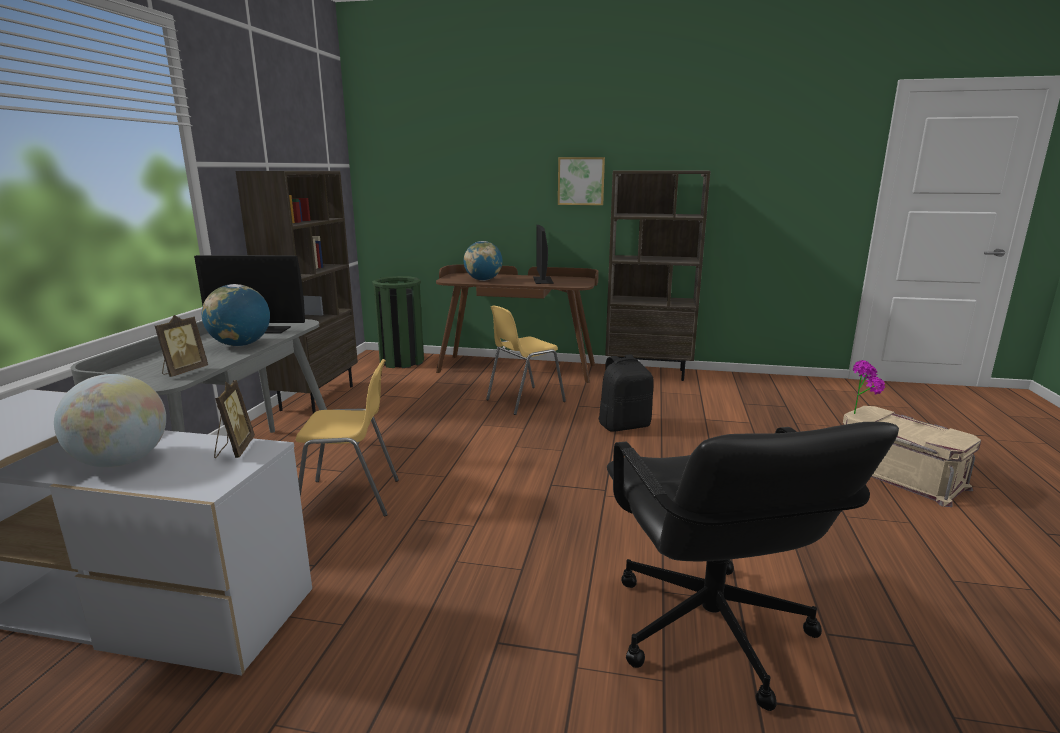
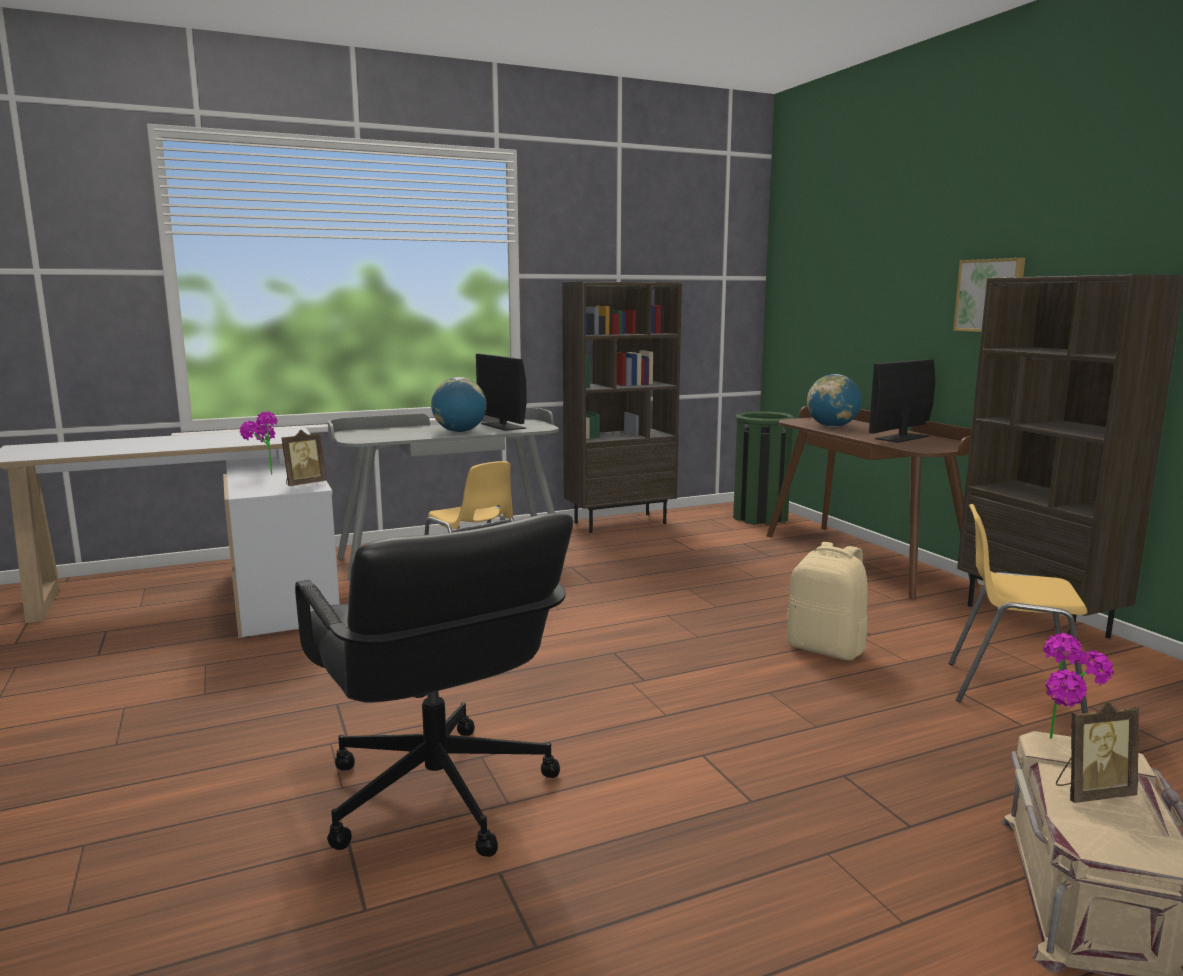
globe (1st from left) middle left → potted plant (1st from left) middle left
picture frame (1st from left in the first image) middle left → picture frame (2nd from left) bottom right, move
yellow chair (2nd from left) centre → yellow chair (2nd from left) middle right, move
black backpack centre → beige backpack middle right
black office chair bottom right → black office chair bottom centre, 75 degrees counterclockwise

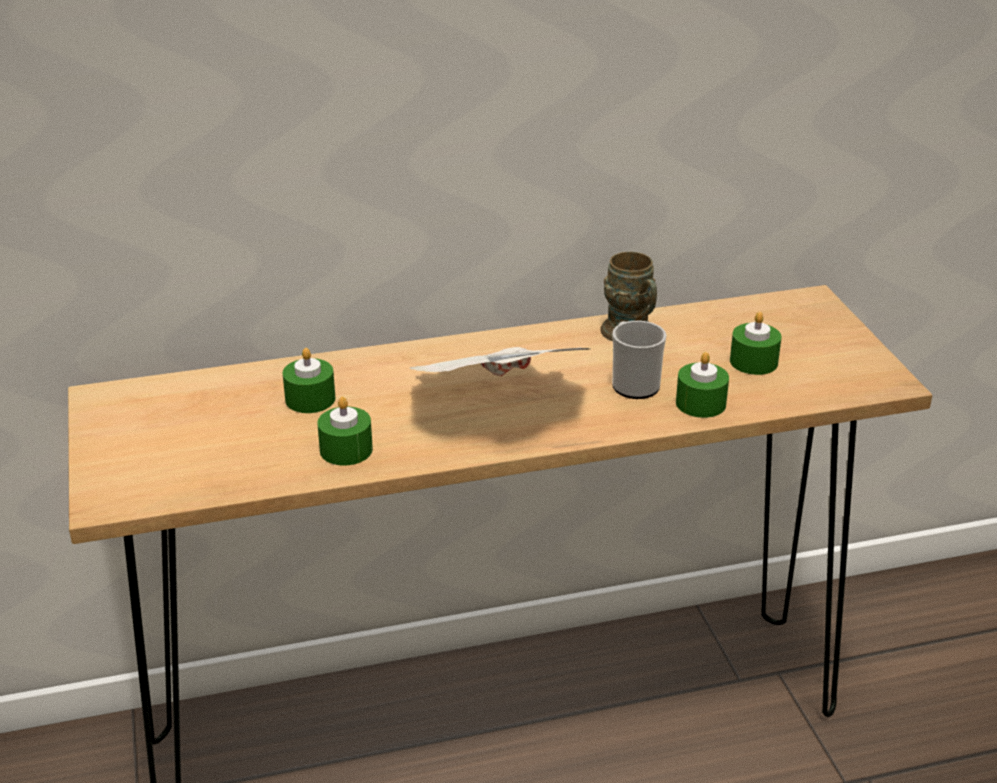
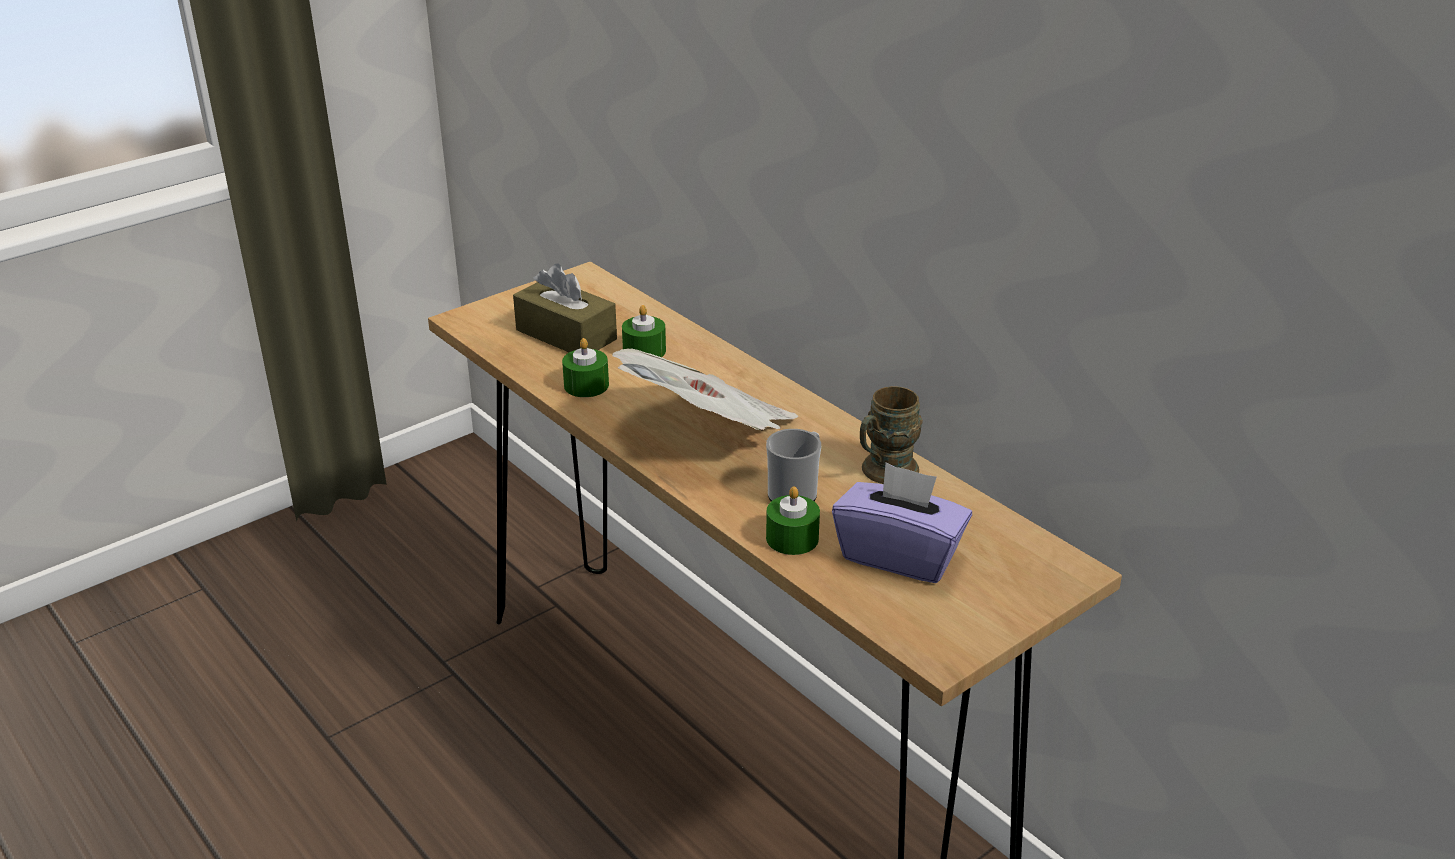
green candle (4th from left) middle right → purple tissue box centre
- → brown tissue box centre

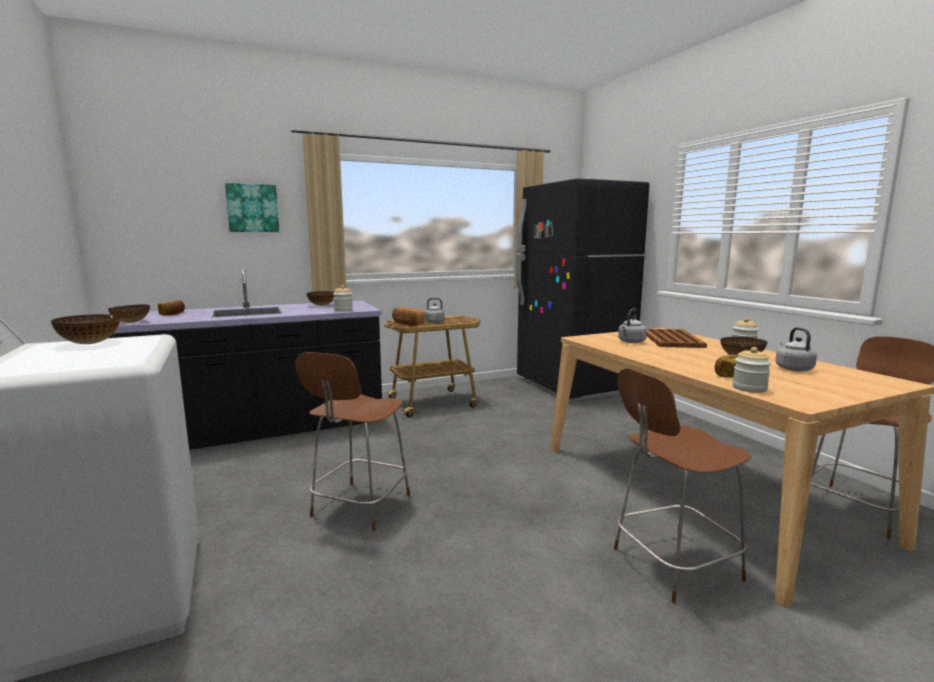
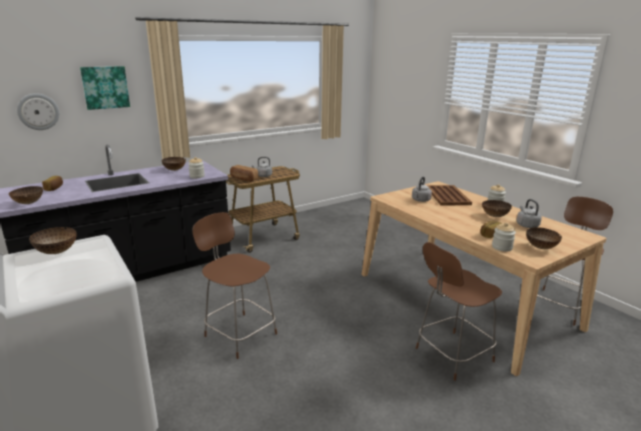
brown chair (1st from left) centre, 120 degrees clockwise
black fridge centre → -
- → wall clock top left
- → bowl (5th from left) middle right

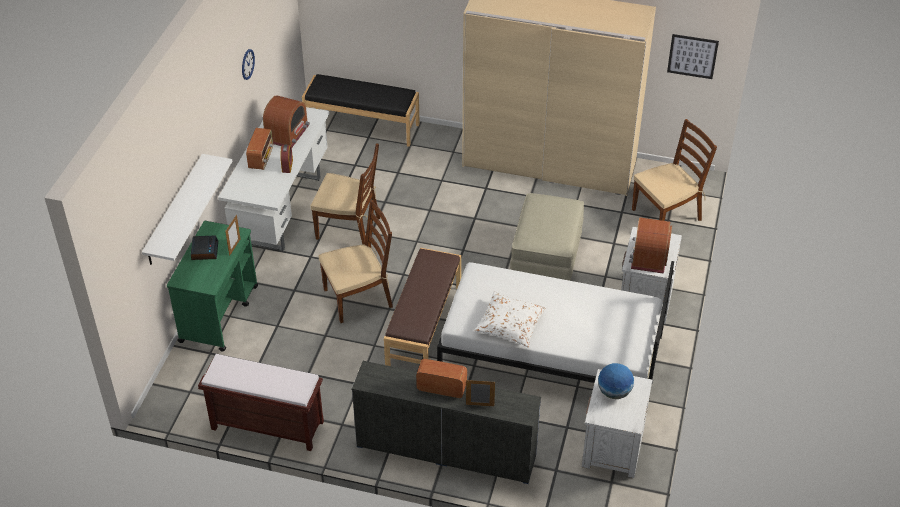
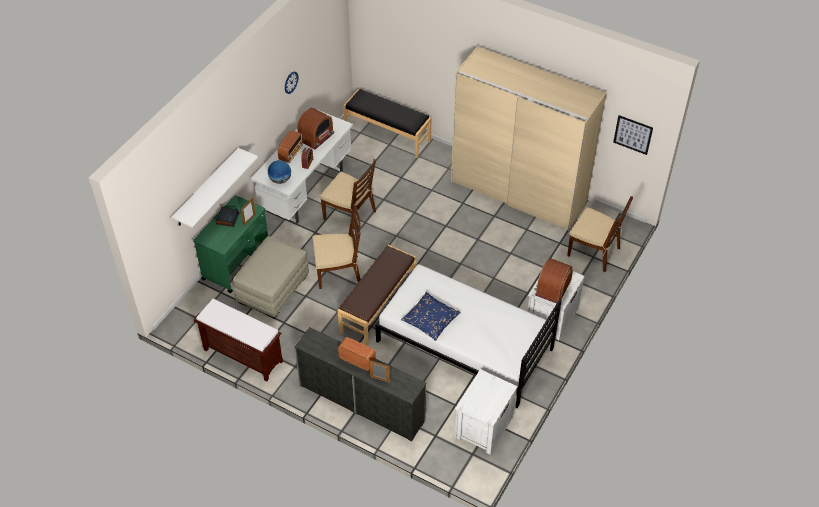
white pillow centre → blue pillow centre
beige ottoman centre → beige ottoman middle left, move
globe bottom right → globe centre, move
brown chair (3rd from left) middle right, 45 degrees clockwise

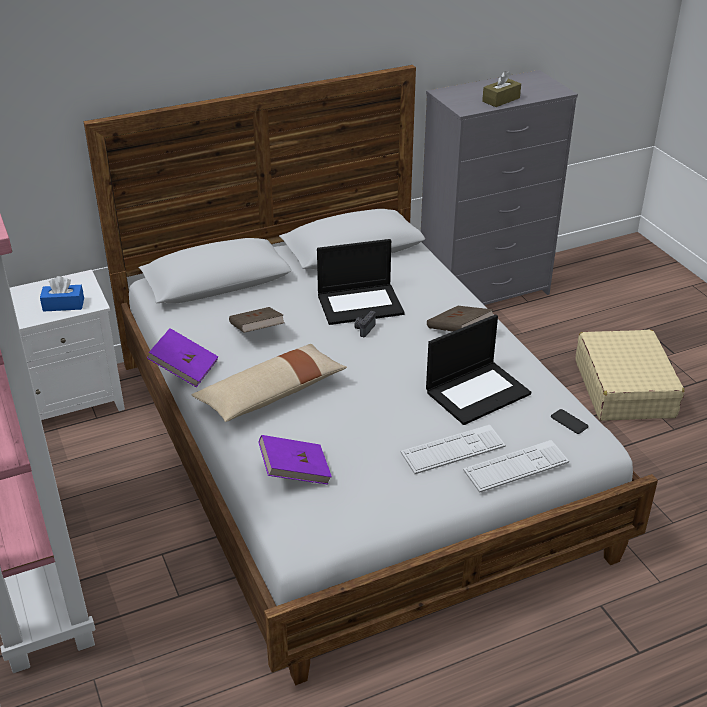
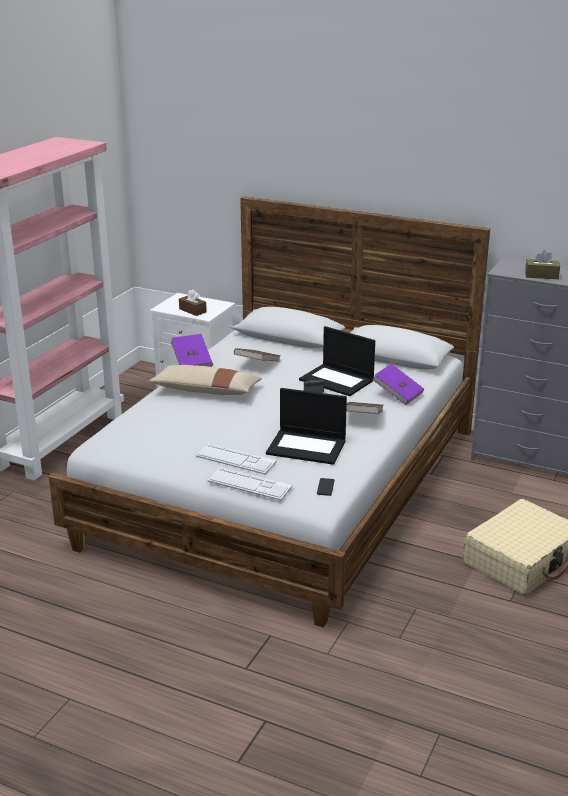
blue tissue box middle left → brown tissue box (1st from left) centre
purple book (2nd from left) centre → purple book (2nd from left) middle right, move

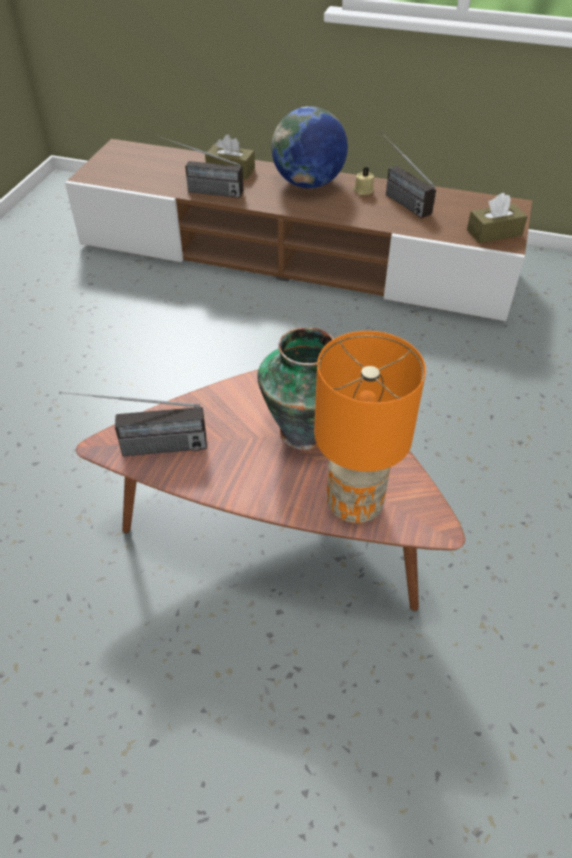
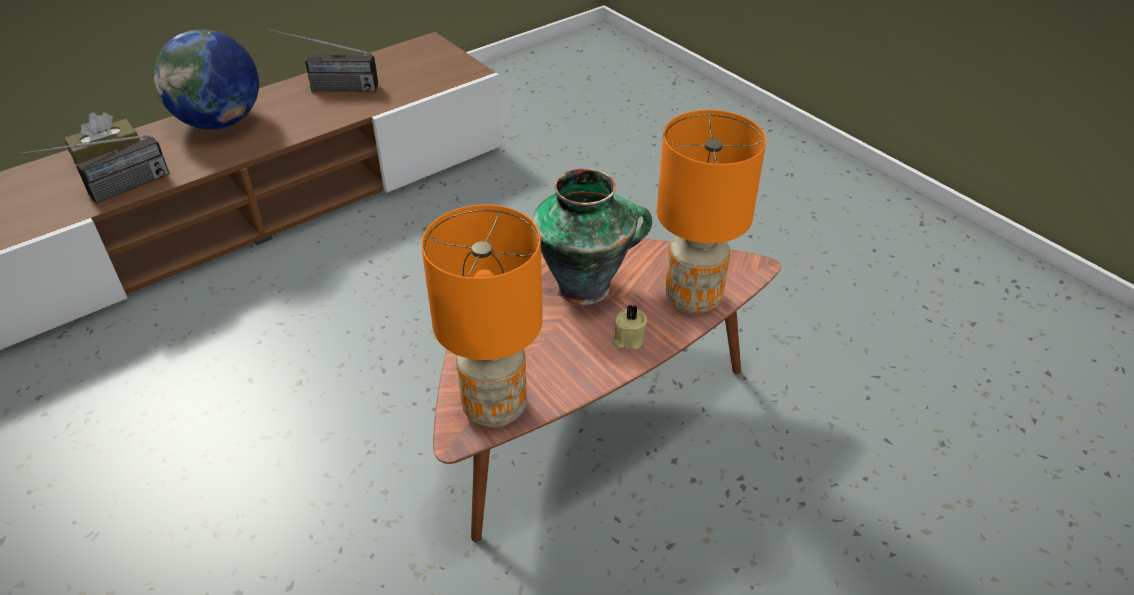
radio (1st from left) middle left → orange table lamp (1st from left) centre
beige candle top centre → beige candle centre, move
brown tissue box (2nd from left) top right → -

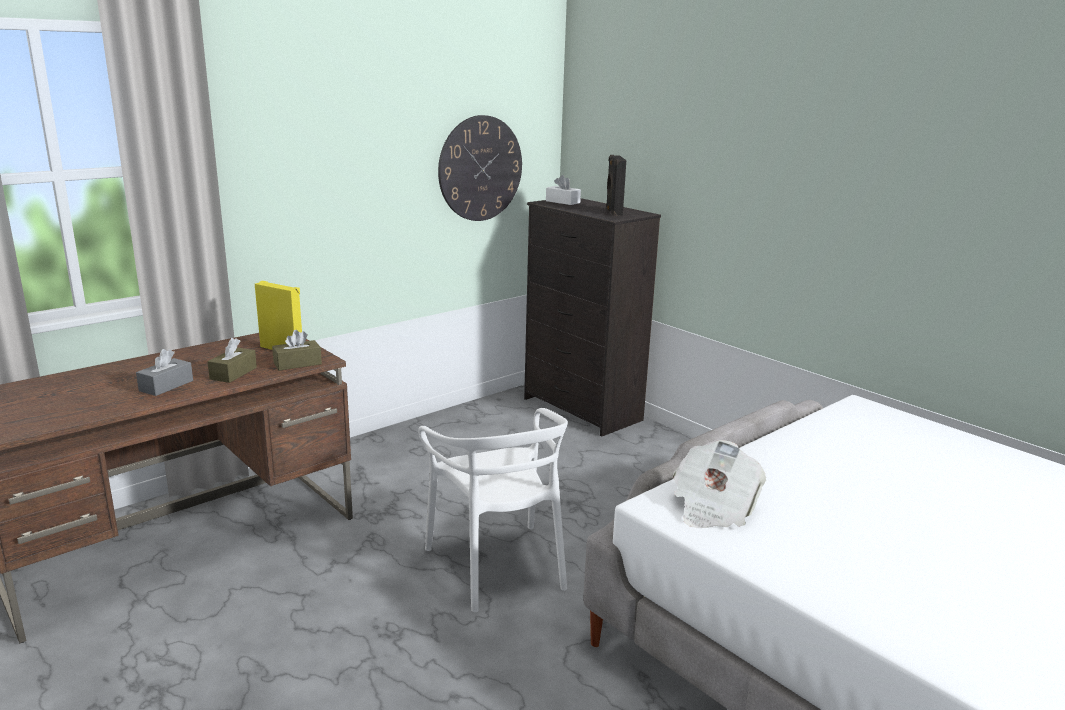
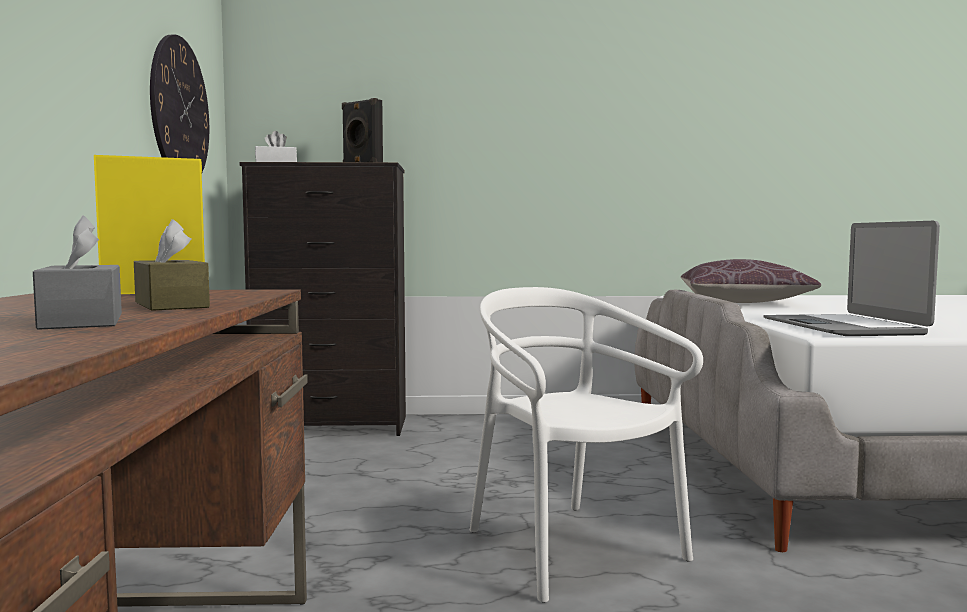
brown tissue box (2nd from left) middle left → -
white chair bottom centre, 135 degrees counterclockwise
newspaper bottom right → laptop middle right
- → brown pillow middle right

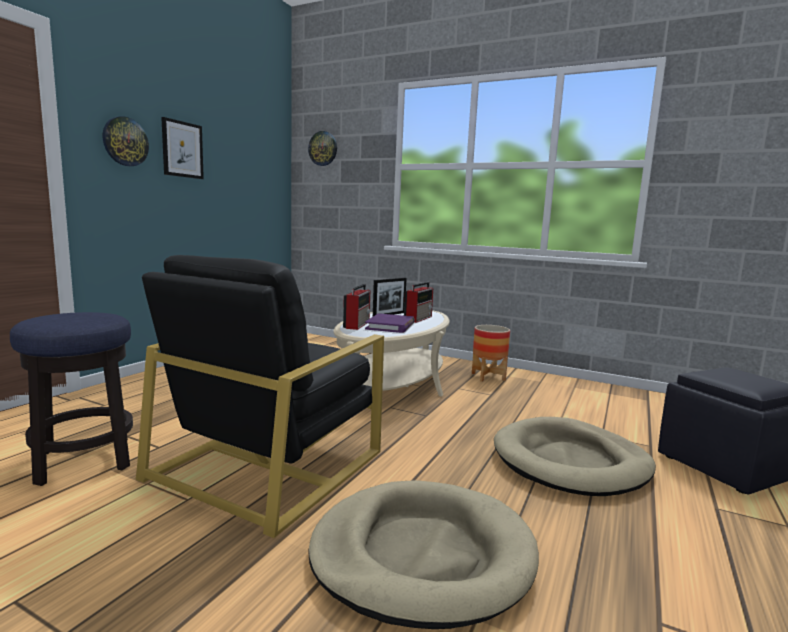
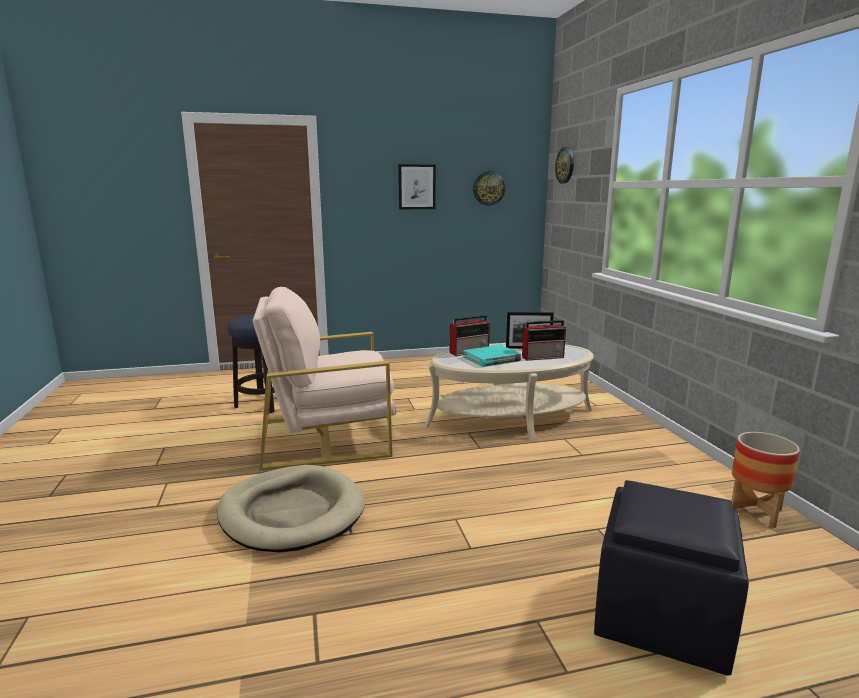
wall clock (1st from left) top left → wall clock (1st from left) top centre, move
black armchair middle left → beige armchair centre
purple book centre → turquoise book centre
planter centre → planter bottom right, move
beige dog bed (2nd from left) bottom right → -

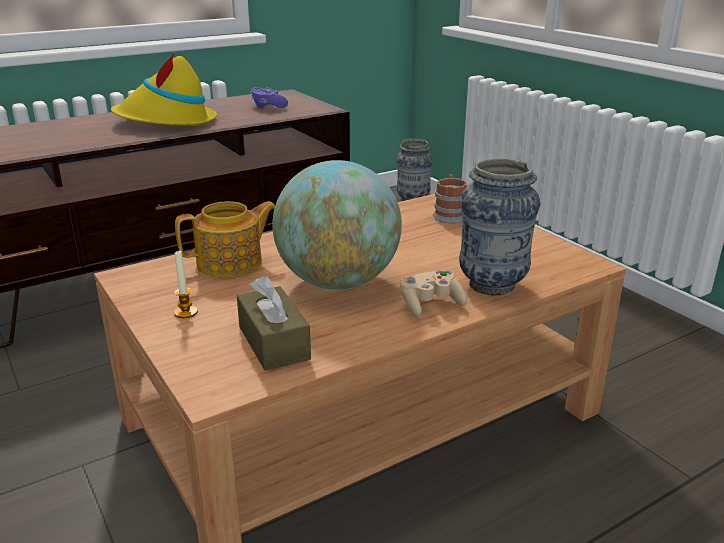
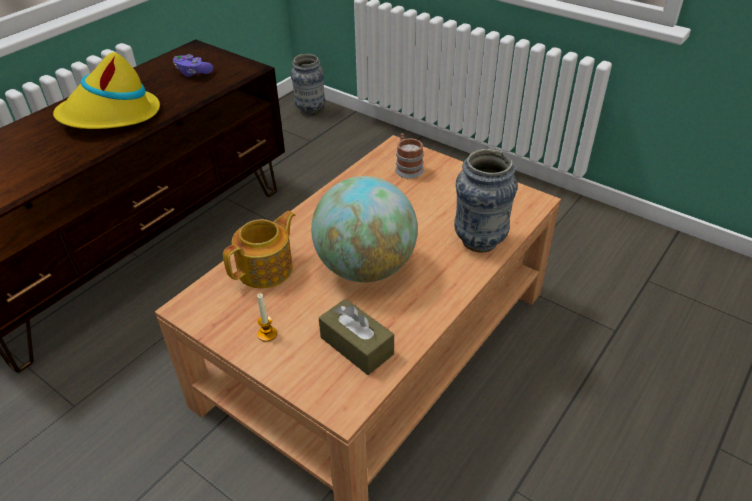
beige game controller centre → -

